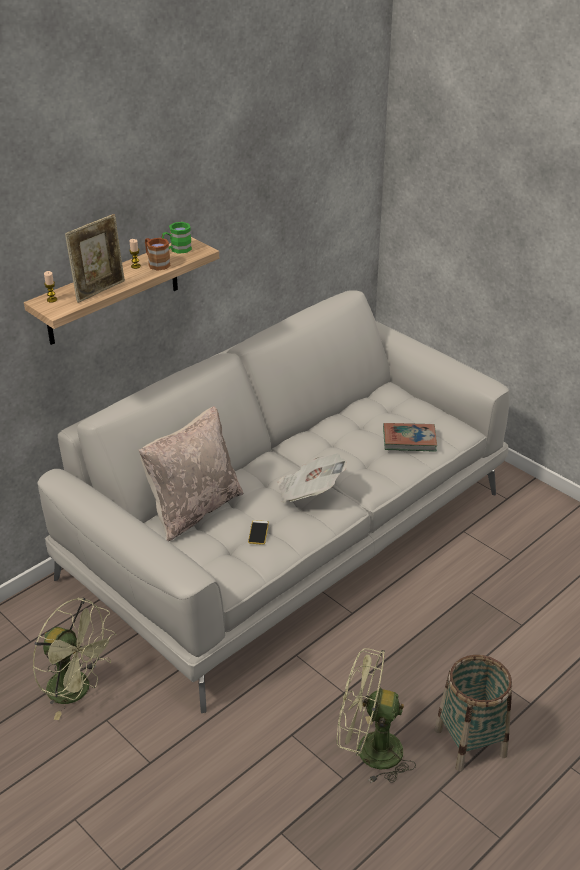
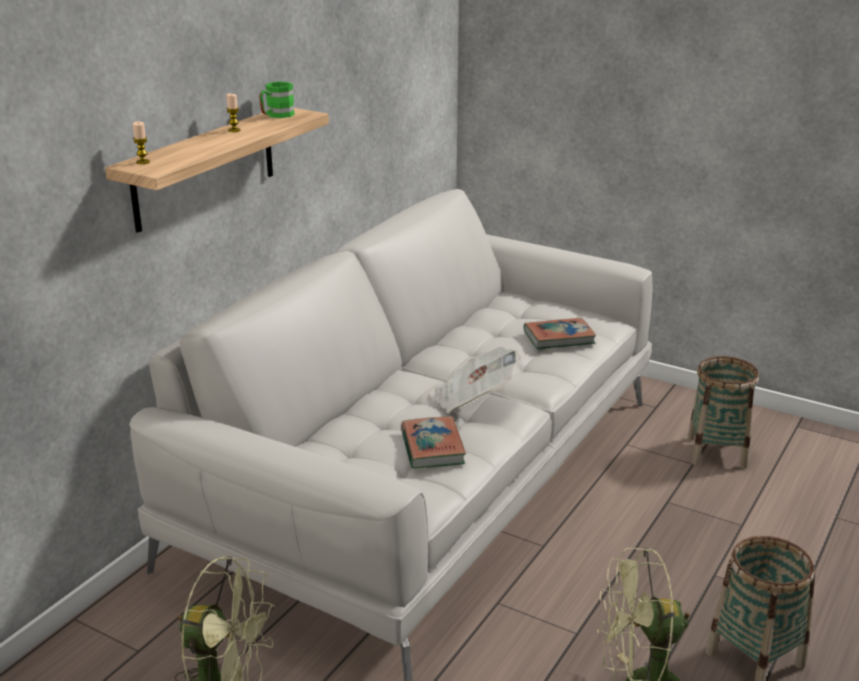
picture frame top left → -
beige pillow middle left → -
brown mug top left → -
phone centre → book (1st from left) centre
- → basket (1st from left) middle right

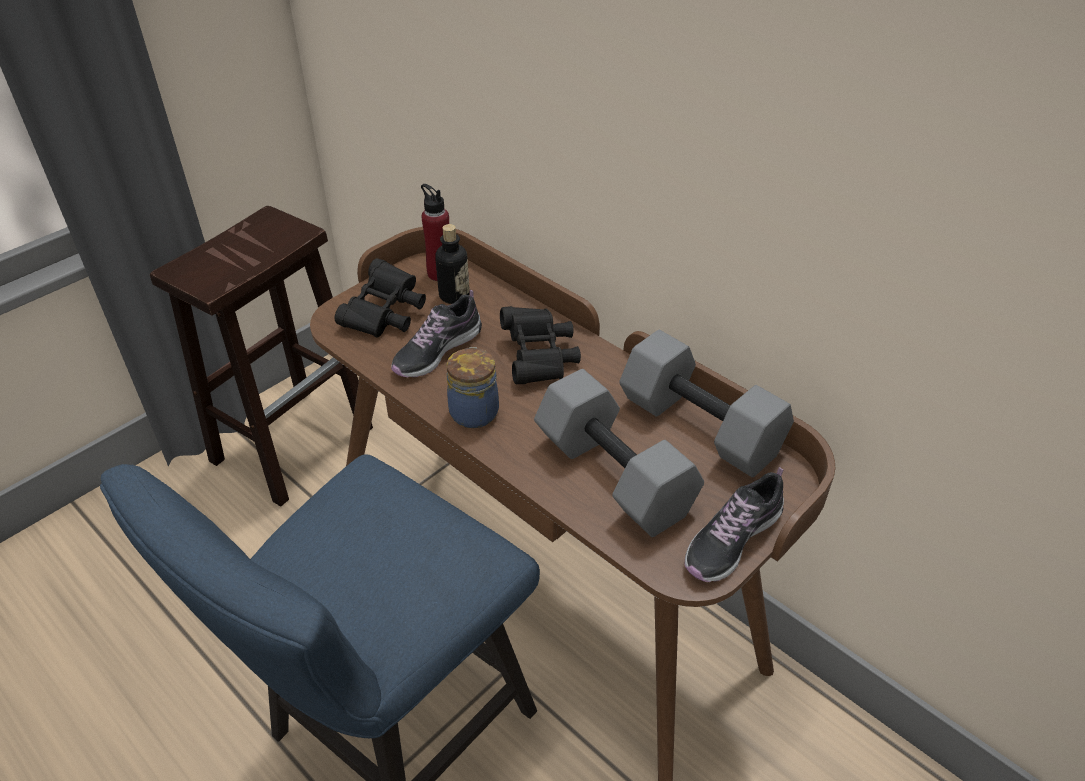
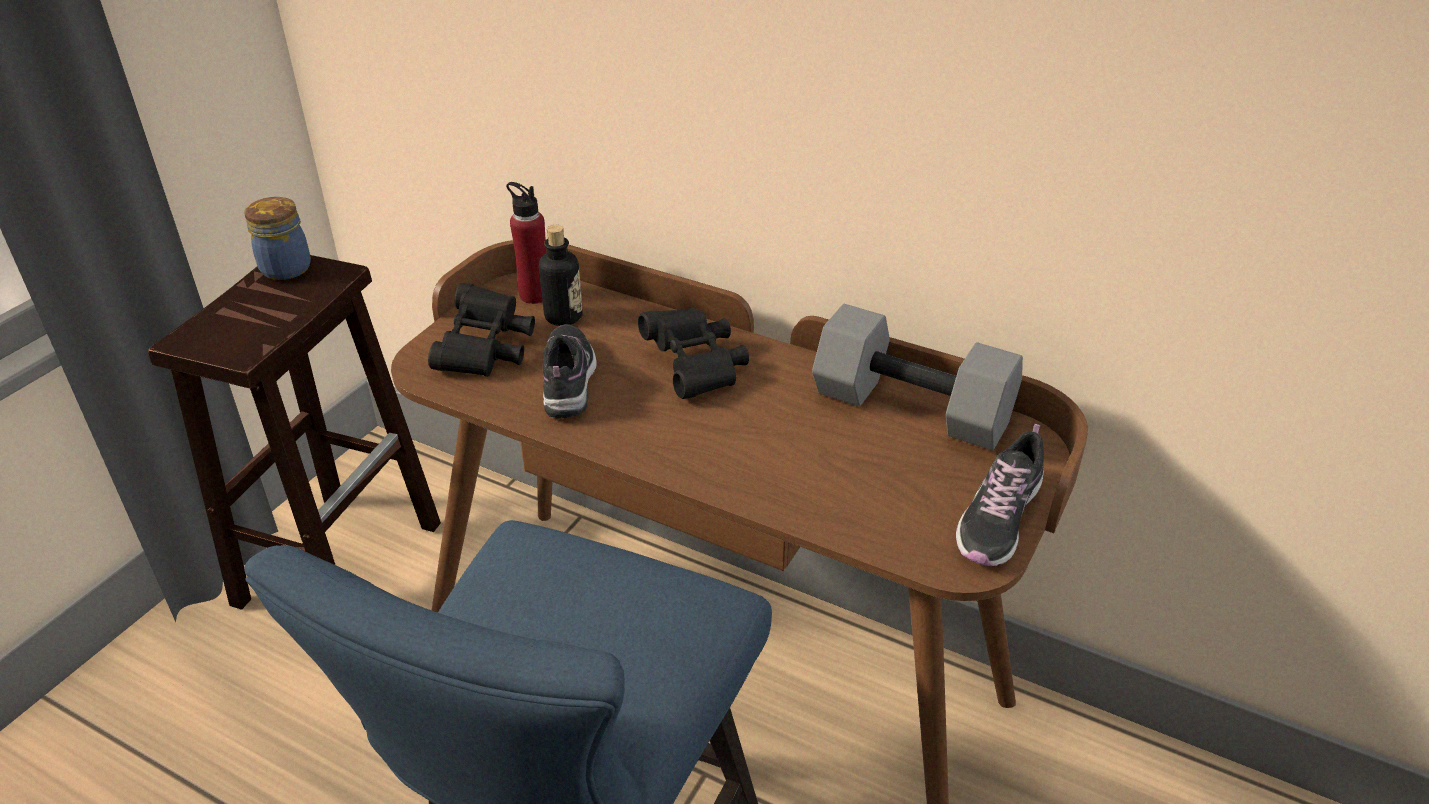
shoe (1st from left) centre, 150 degrees clockwise
jar centre → jar top left, move
grey dumbbell (1st from left) centre → -

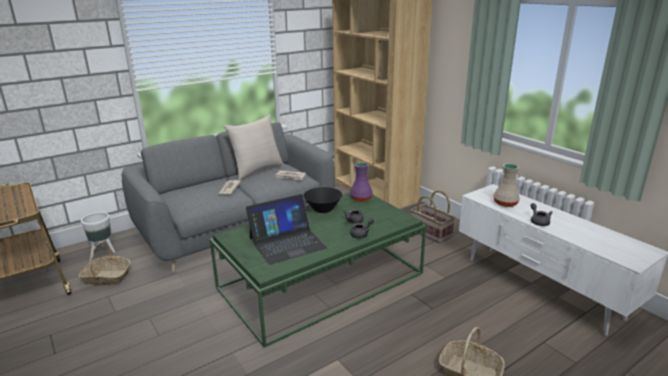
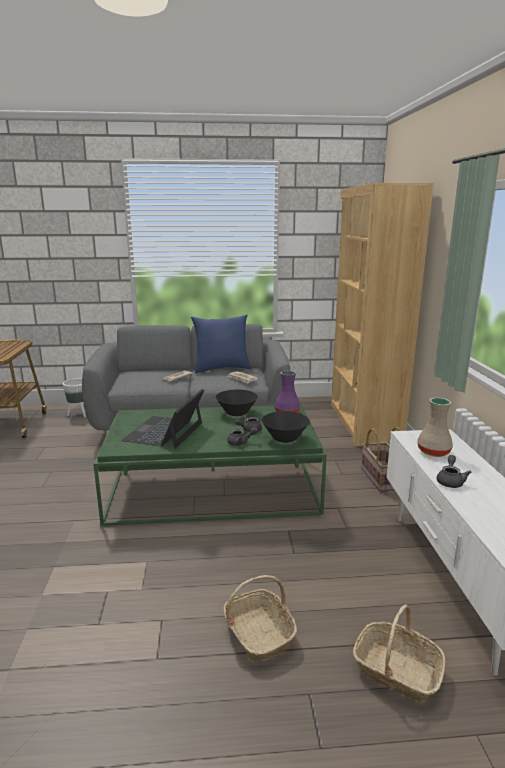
basket (1st from left in the first image) bottom left → basket (3rd from left) bottom right, move
beige pillow centre → blue pillow centre
laptop centre → laptop middle left, 105 degrees clockwise
- → black bowl (2nd from left) centre

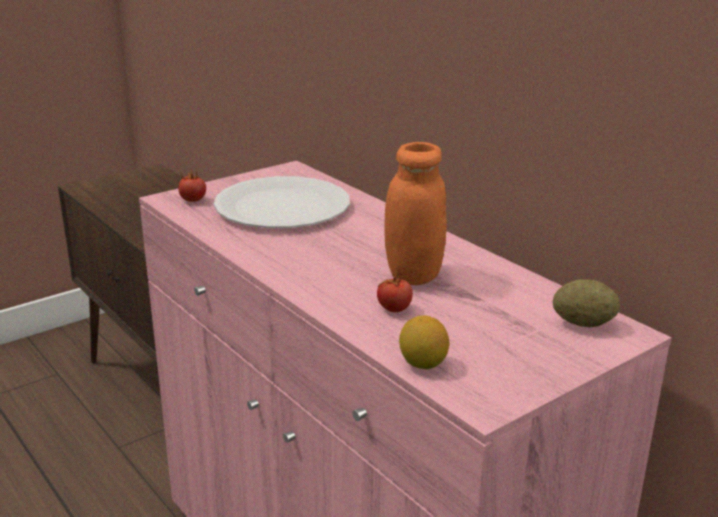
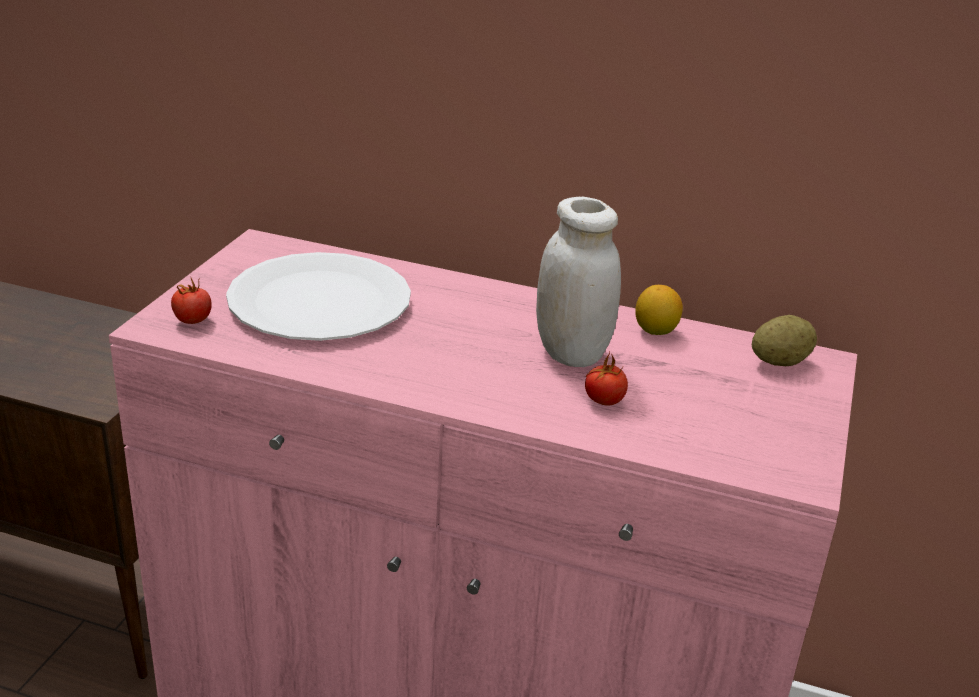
orange jar centre → white jar centre
lemon centre → lemon middle right, move

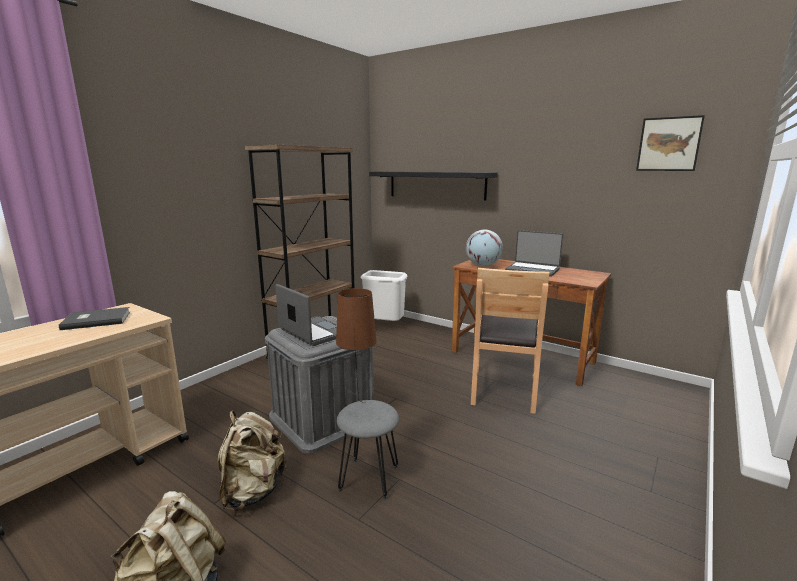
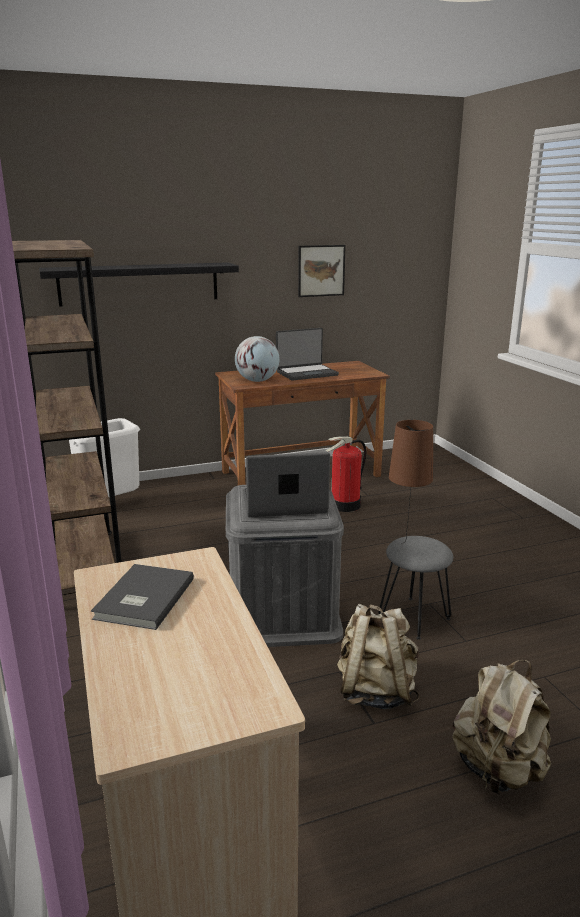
brown chair centre → fire extinguisher centre
picture top right → picture top centre, move

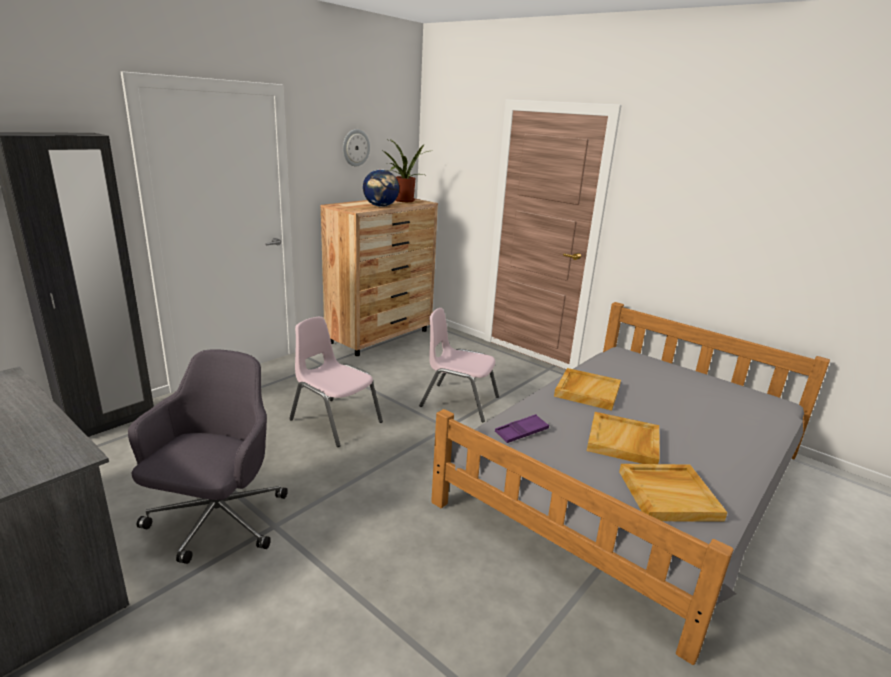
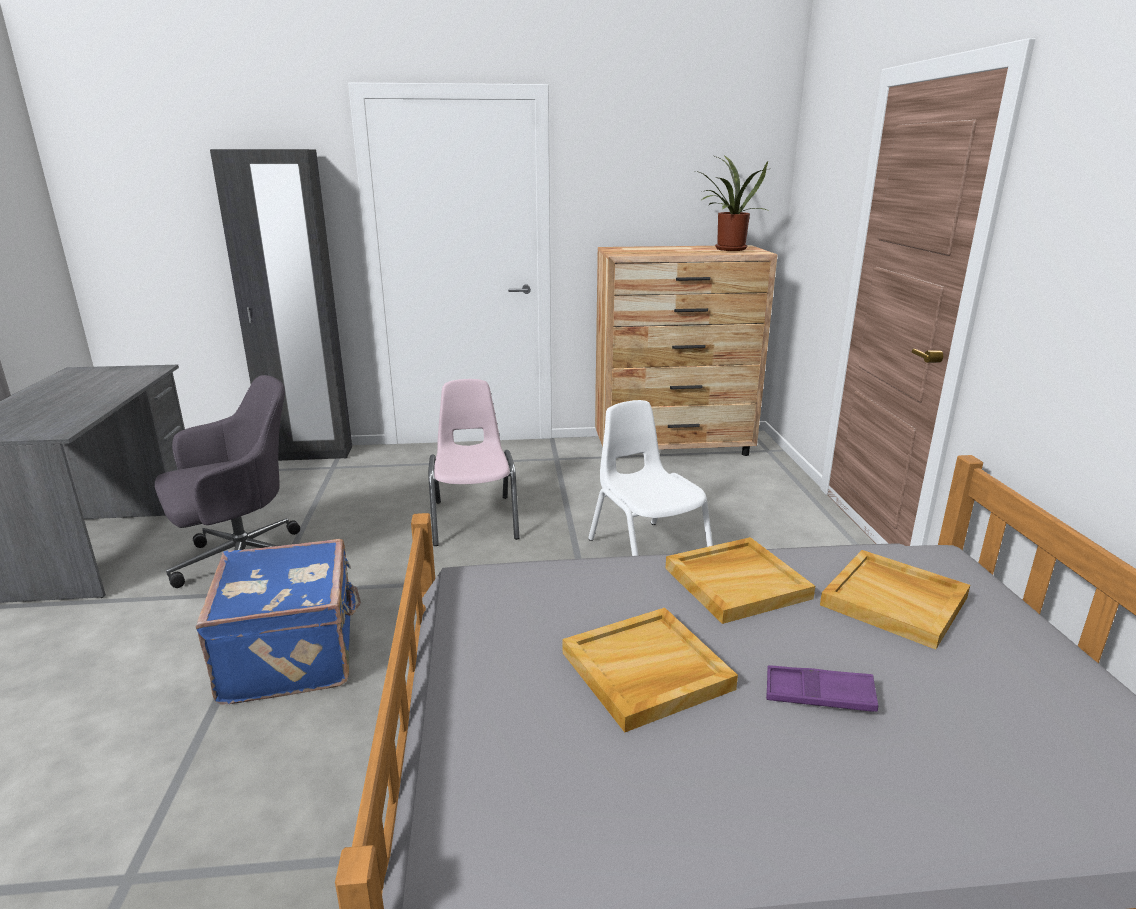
wall clock top centre → -
globe top centre → -
pink chair (2nd from left) centre → white chair centre
purple tray centre → purple tray bottom right, move
beige tray (3rd from left) bottom right → beige tray (3rd from left) middle right, move
- → blue suitcase bottom left

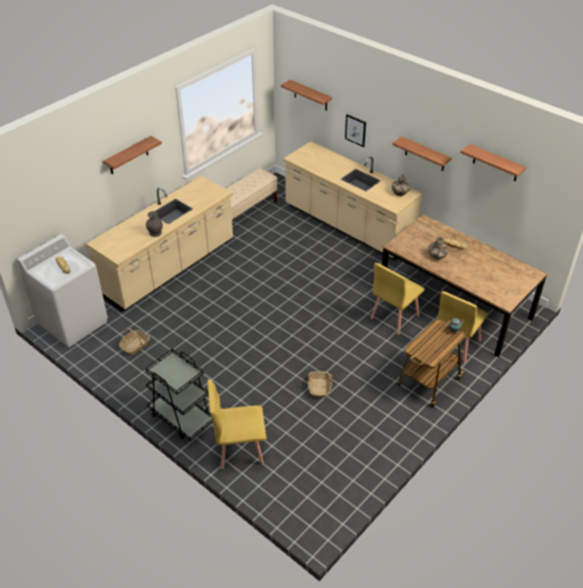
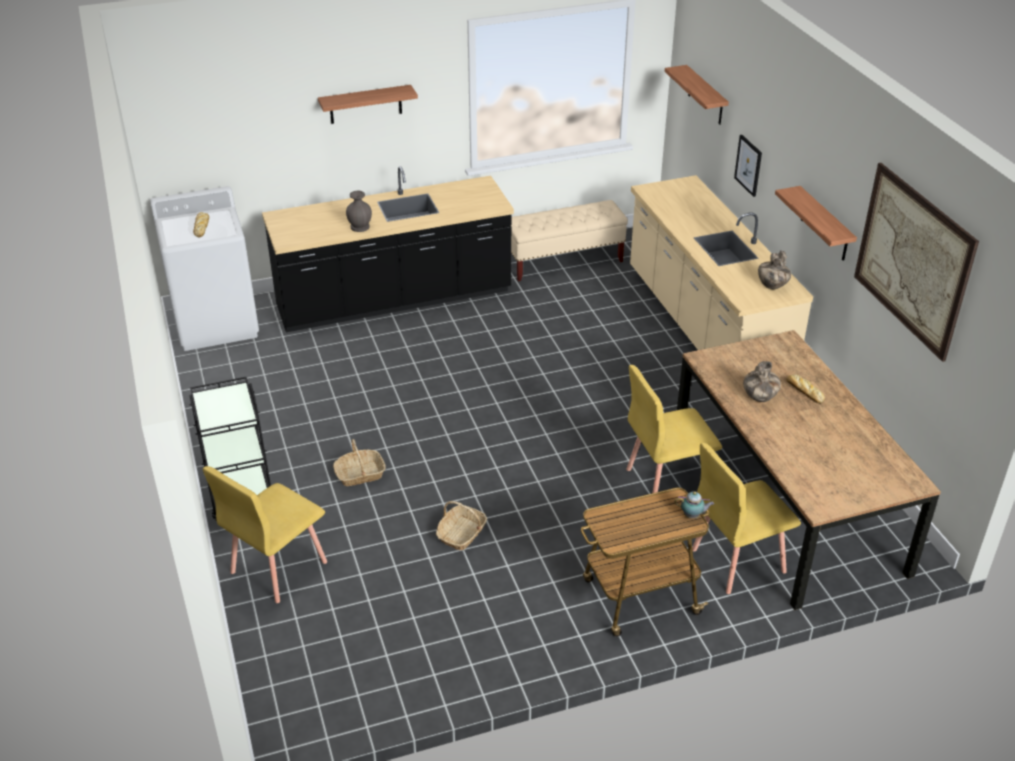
beige counter (1st from left) middle left → black counter top centre
basket (1st from left) middle left → basket (1st from left) centre, move
yellow chair (1st from left) bottom centre → yellow chair (1st from left) bottom left, 75 degrees counterclockwise
shelf (4th from left) top right → picture (2nd from left) middle right

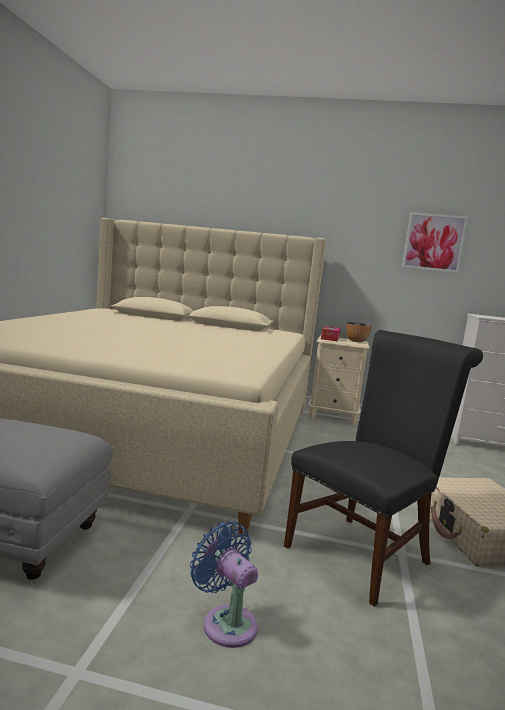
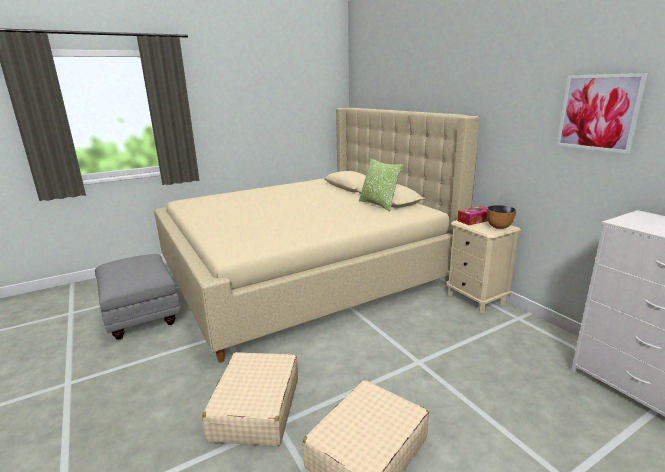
blue fan bottom centre → -
black chair middle right → beige suitcase (1st from left) bottom centre
- → pillow centre

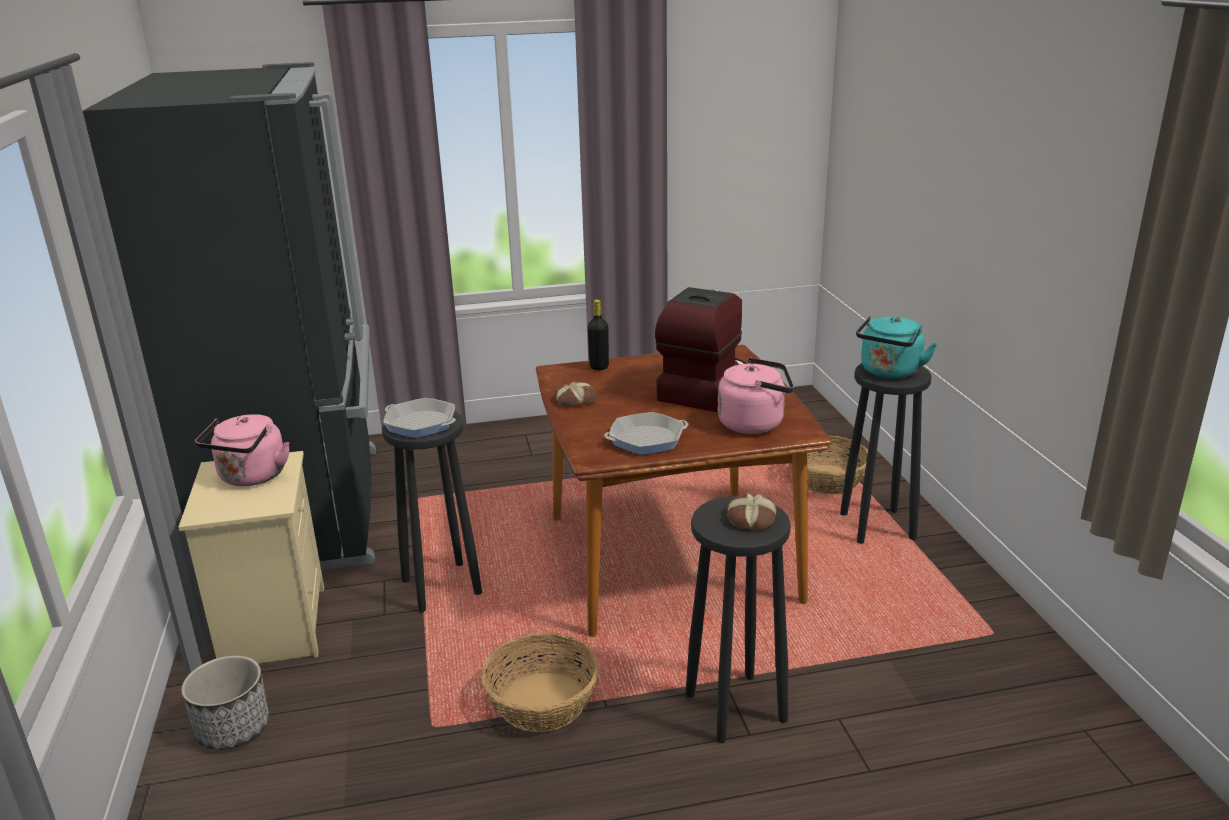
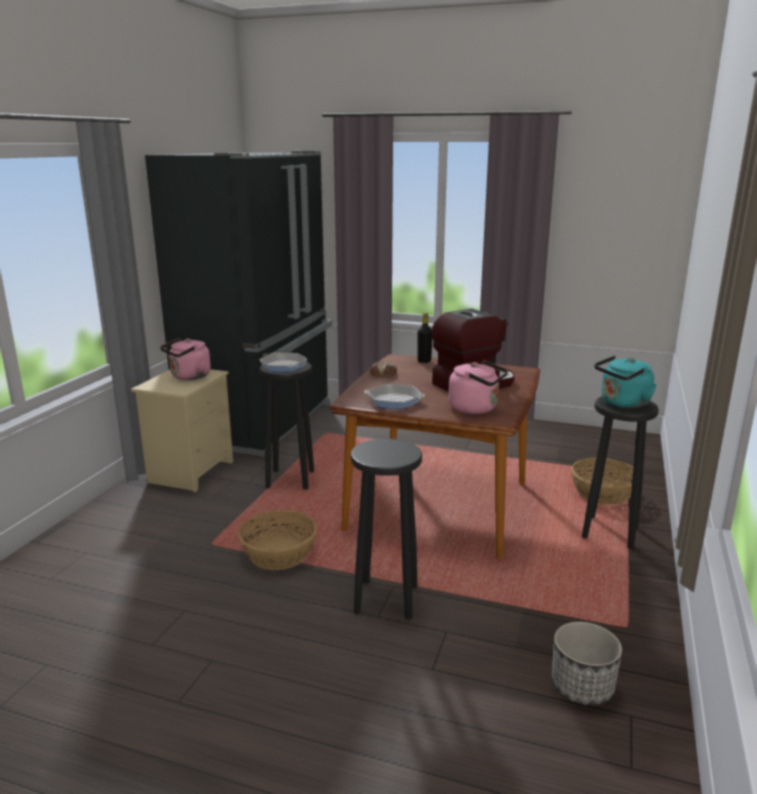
planter bottom left → planter bottom right, move
bread (2nd from left) centre → -

